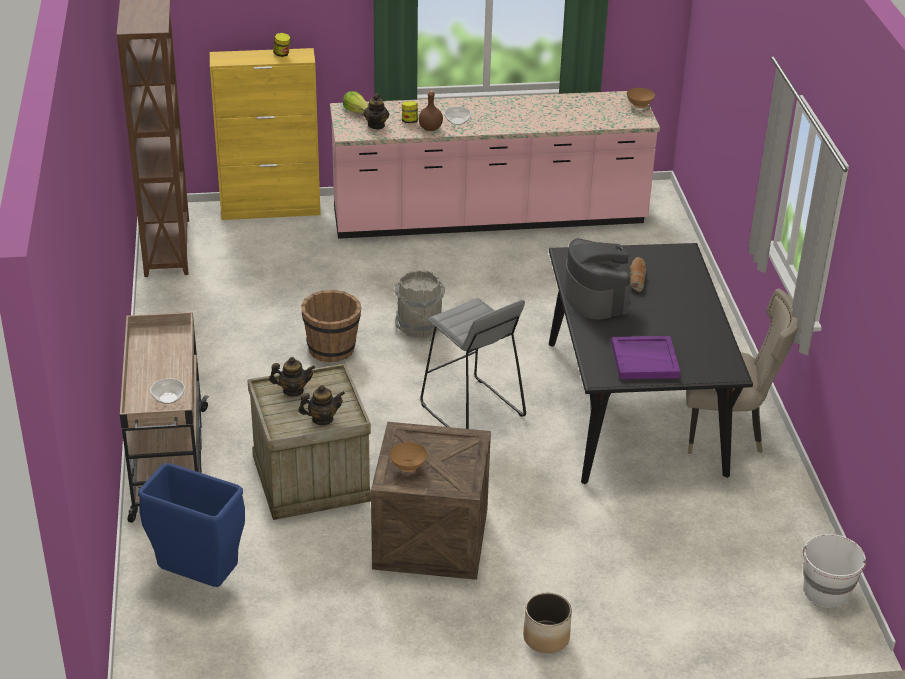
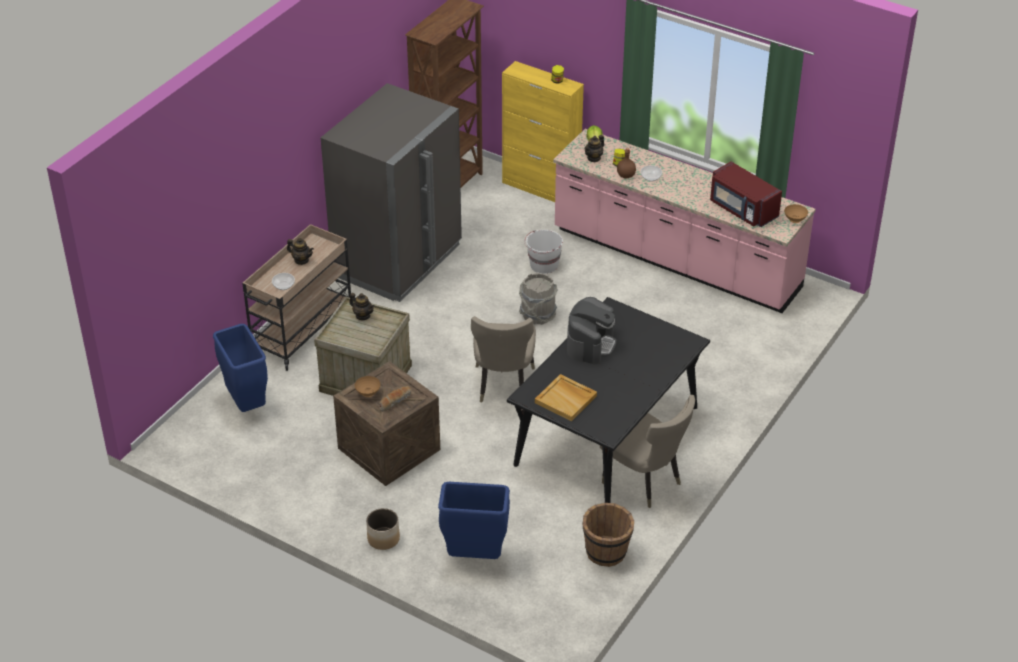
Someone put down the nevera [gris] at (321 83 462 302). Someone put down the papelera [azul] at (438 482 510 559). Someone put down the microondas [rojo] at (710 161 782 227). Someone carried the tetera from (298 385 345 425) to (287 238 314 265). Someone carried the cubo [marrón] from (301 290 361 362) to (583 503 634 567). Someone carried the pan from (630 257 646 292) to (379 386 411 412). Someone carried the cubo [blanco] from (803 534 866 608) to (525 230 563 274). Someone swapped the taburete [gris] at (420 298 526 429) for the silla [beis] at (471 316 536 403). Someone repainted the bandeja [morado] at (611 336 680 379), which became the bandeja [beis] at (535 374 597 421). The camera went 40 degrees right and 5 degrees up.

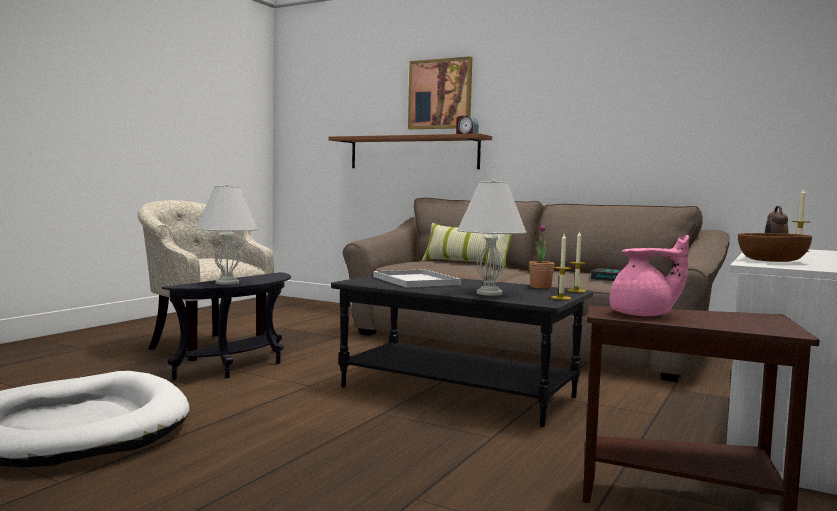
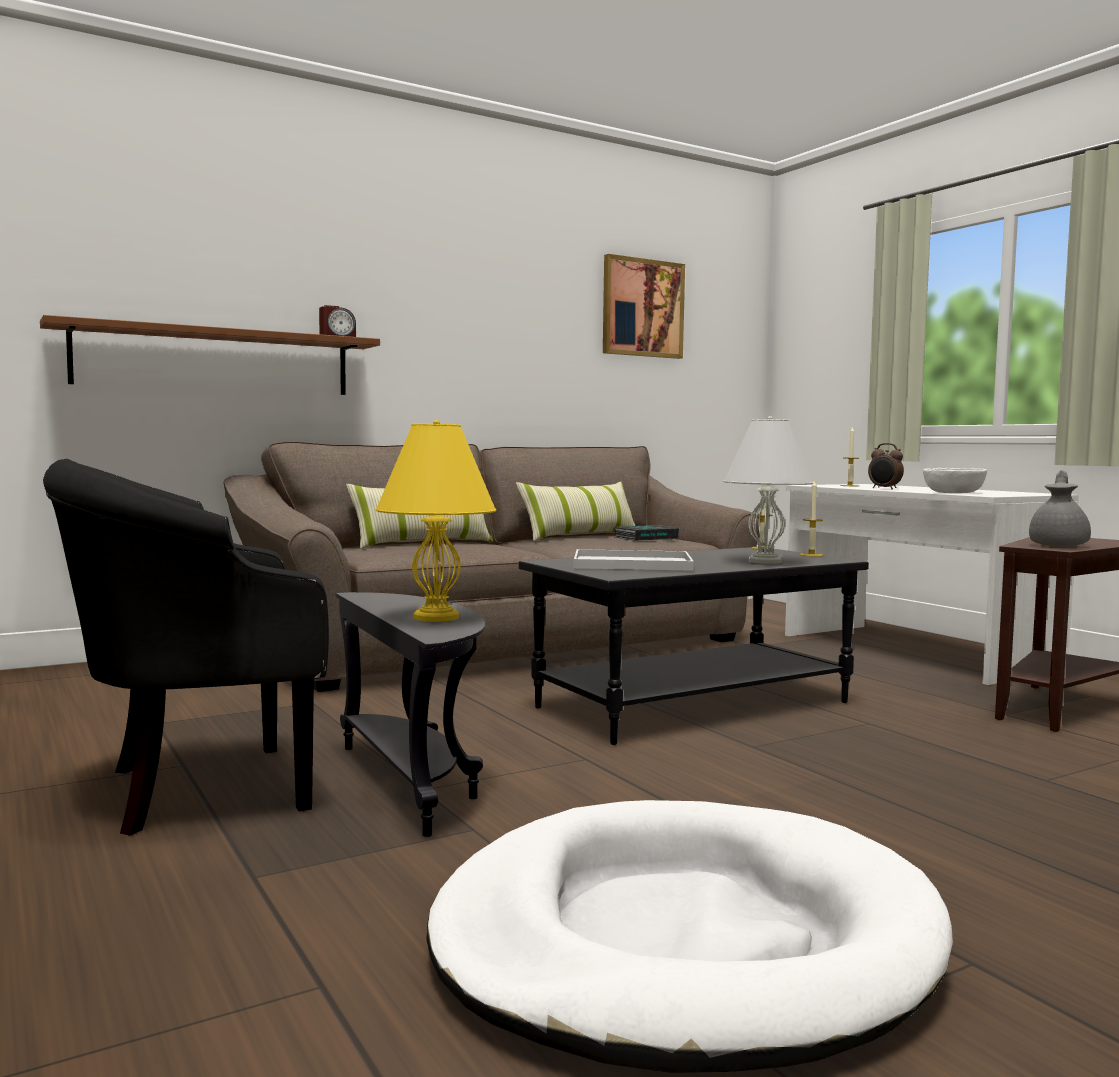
Someone took away the planta en maceta at (529 224 555 289). Someone put down the cojín at (516 481 635 541). Someone carried the cuadro from (408 56 472 129) to (603 254 685 359). Someone repainted the sillón [beis] at (138 200 274 361), which became the sillón [negro] at (43 459 329 836). Someone repainted the lámpara de mesa [blanco] at (195 184 258 285), which became the lámpara de mesa [amarillo] at (376 420 497 622). Someone repainted the tetera [rosa] at (609 235 689 316), which became the tetera [gris] at (1029 470 1091 546). Someone repainted the cuenco [marrón] at (738 233 812 262), which became the cuenco [blanco] at (923 468 987 493). The camera went 60 degrees left and 0 degrees up.

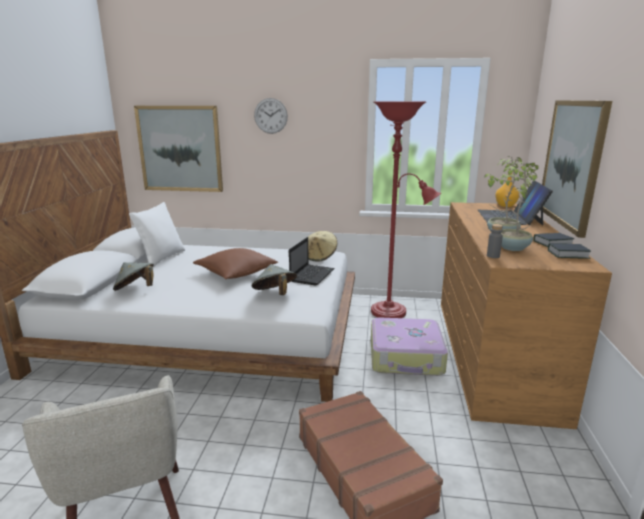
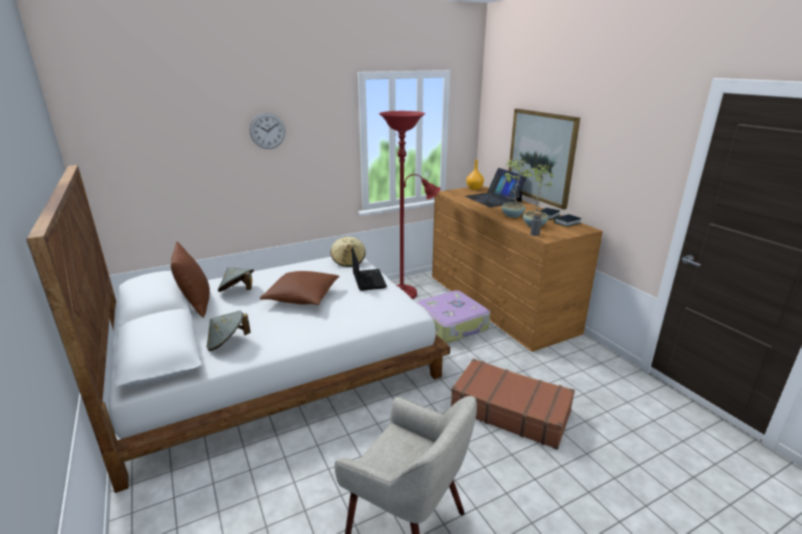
Someone took away the cuadro at (134 106 223 192). Someone carried the sombrero [gris] from (252 264 297 295) to (218 267 254 292). Someone repainted the cojín [blanco] at (129 202 185 268), which became the cojín [marrón] at (171 242 210 318). The camera went 35 degrees left and 5 degrees up.

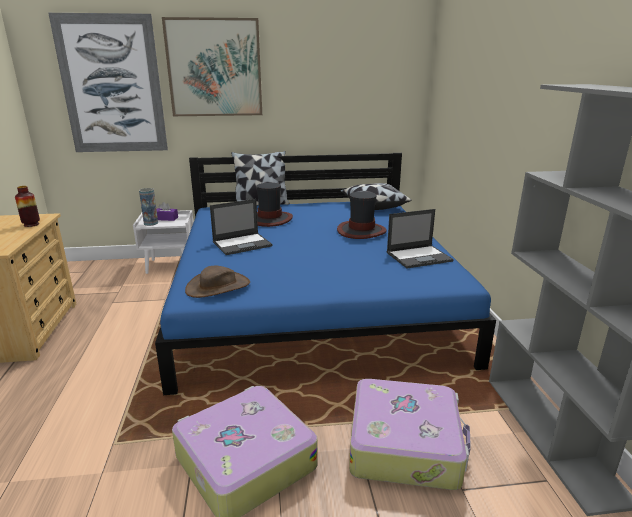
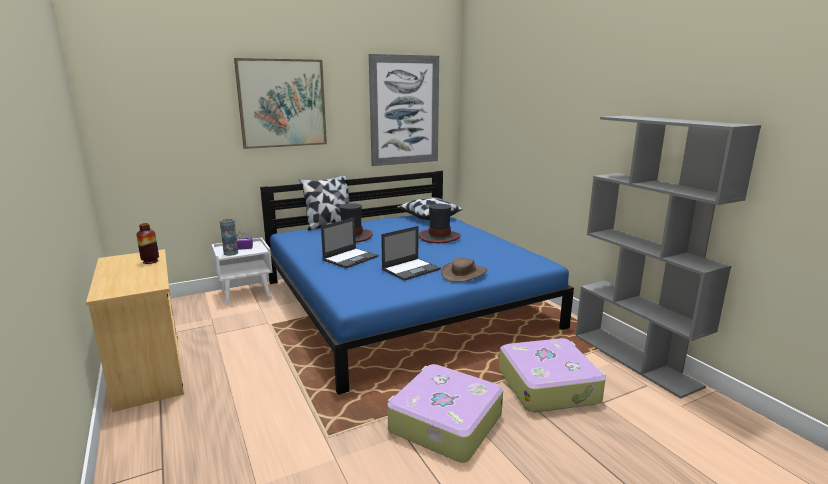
Someone carried the cuadro from (48 13 168 152) to (369 54 439 166). Someone carried the sombrero [marrón] from (185 266 250 298) to (441 257 487 282). Someone carried the portátil from (387 209 454 268) to (381 226 441 281). The camera went 20 degrees left and 5 degrees down.

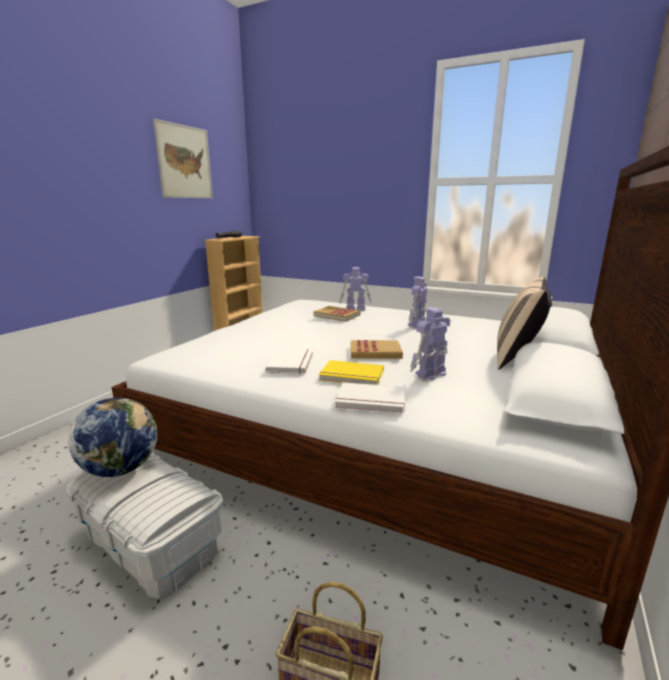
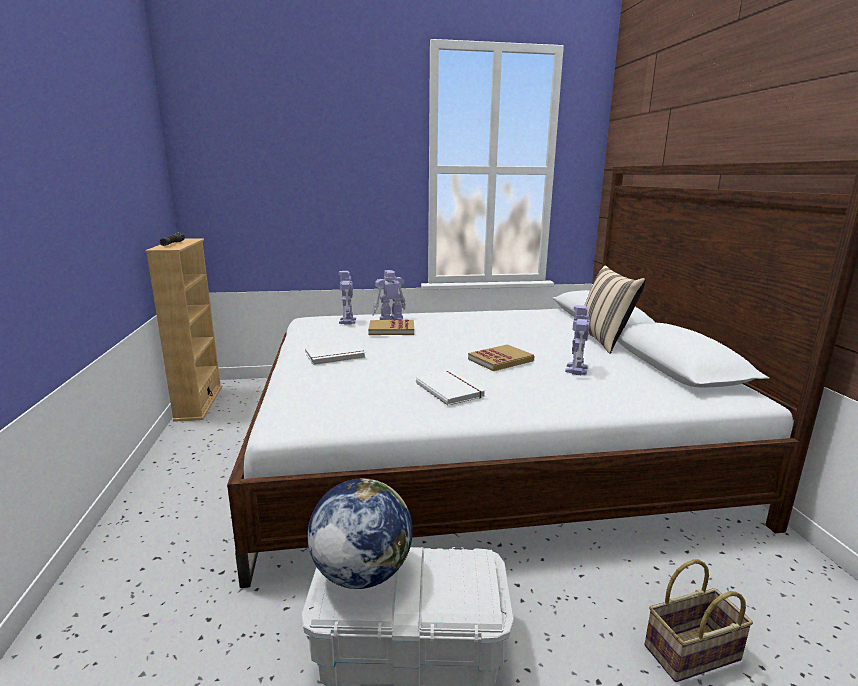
Someone took away the cuadro at (153 119 213 199). Someone took away the libro [amarillo] at (319 360 384 385). Someone carried the libro [blanco] from (335 382 405 414) to (305 342 366 365). Someone carried the robot de juguete from (408 277 427 328) to (339 271 356 325). The camera went 35 degrees left and 0 degrees up.

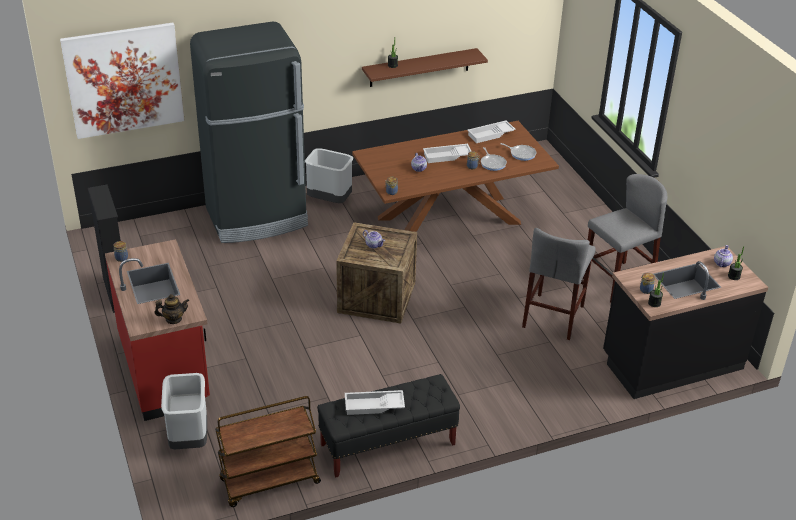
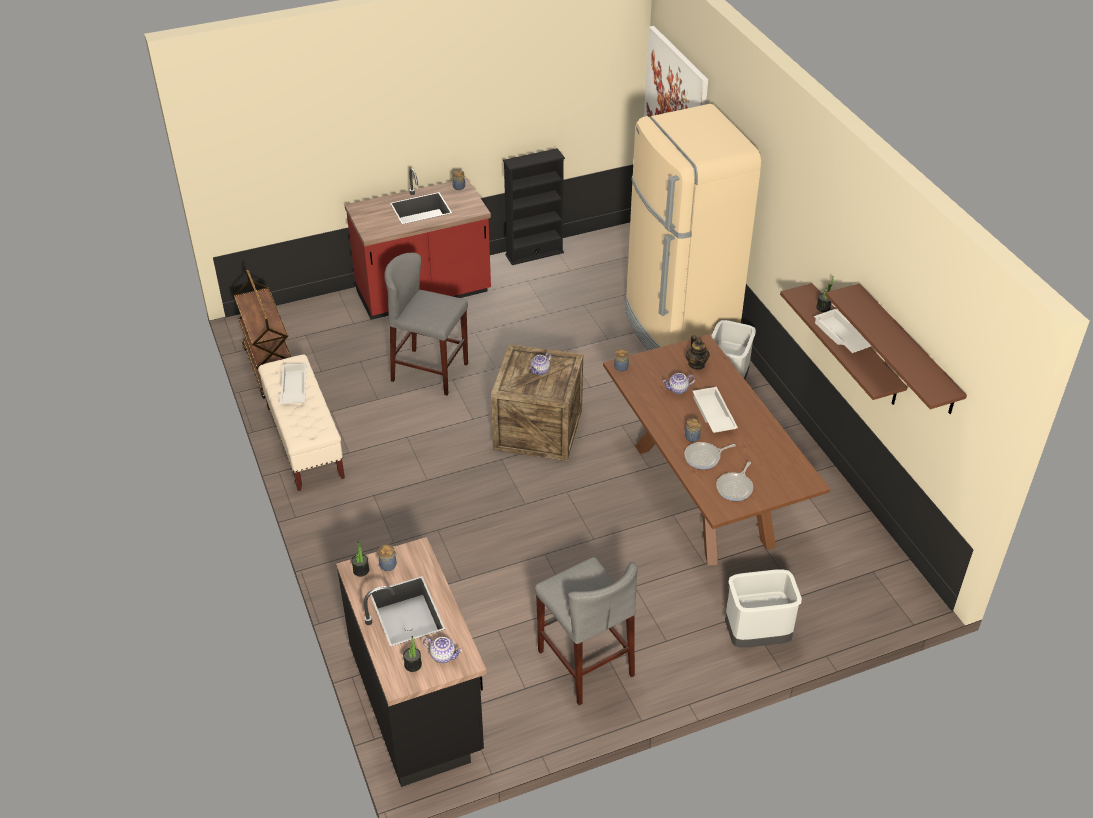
Someone put up the estante [marrón] at (825 283 967 414). Someone carried the tetera from (154 294 189 324) to (686 335 710 370). Someone carried the papelera [gris] from (161 373 207 449) to (725 569 802 648). Someone carried the bandeja [blanco] from (468 120 516 143) to (814 309 871 353). Someone carried the taburete [gris] from (522 228 596 340) to (384 253 468 395). Someone repainted the nevera [negro] at (190 22 308 243), which became the nevera [beis] at (625 104 761 350). Someone repainted the banco [negro] at (317 374 460 478), which became the banco [beis] at (258 355 345 491). The camera went 90 degrees right and 5 degrees up.

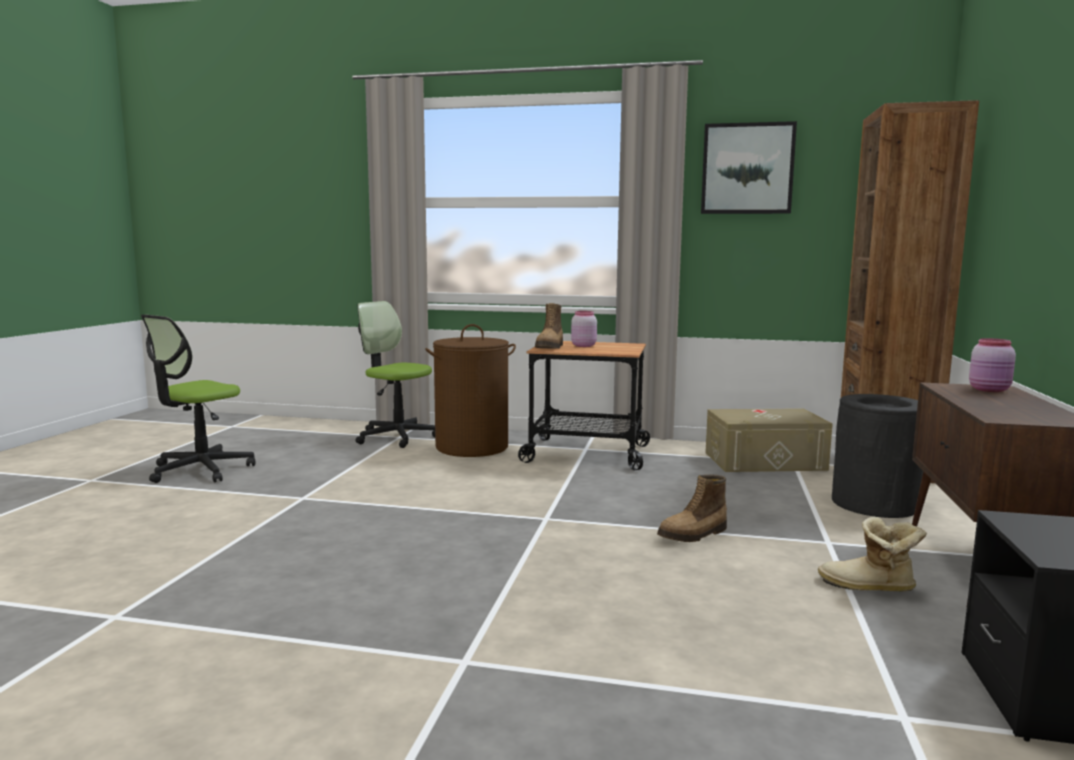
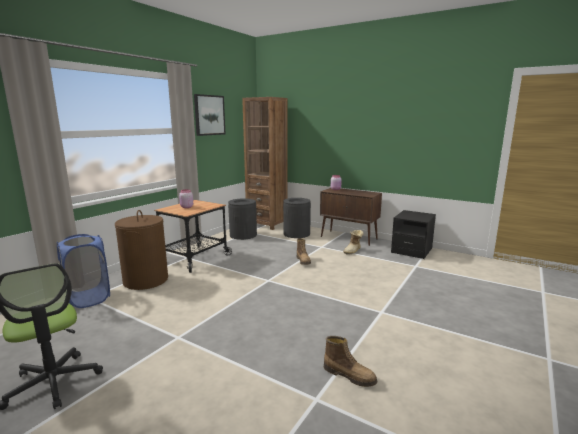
Someone carried the bota from (535 303 563 349) to (324 336 377 387). Someone swapped the silla de oficina at (355 301 435 448) for the cesto de la ropa [azul] at (57 234 110 308). Someone swapped the caja de almacenaje [beis] at (705 408 833 472) for the papelera [negro] at (228 198 257 240). The camera went 70 degrees left and 5 degrees up.

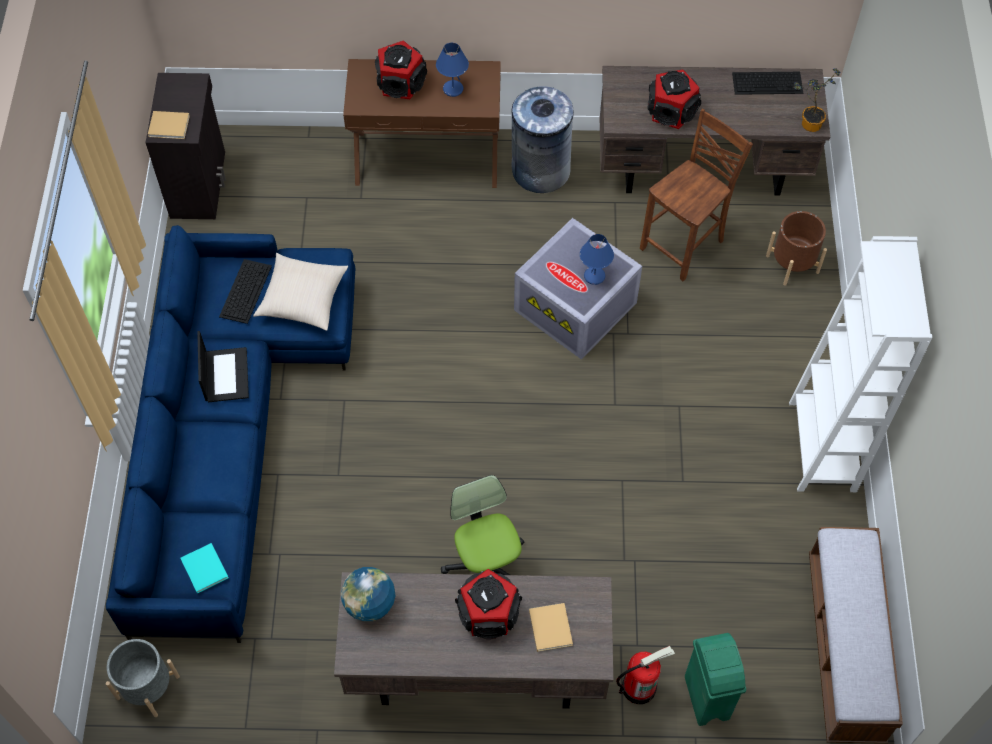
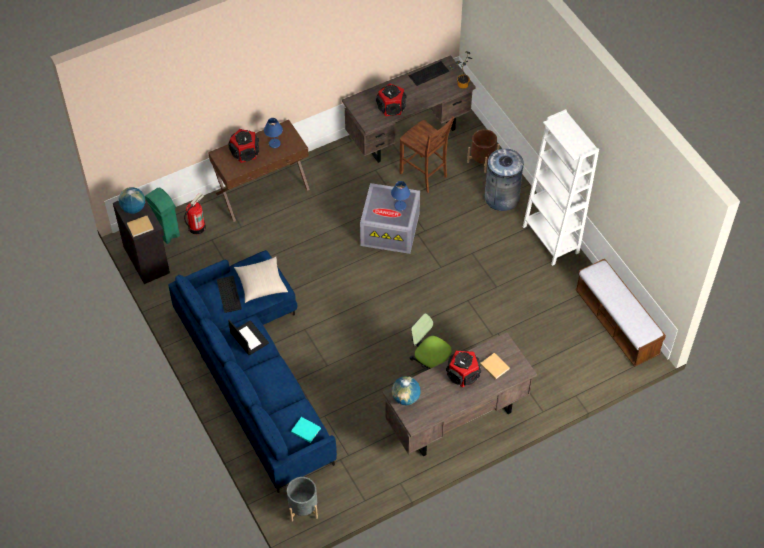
Someone put down the globo terráqueo at (119 187 145 214). Someone carried the papelera [gris] from (512 86 574 193) to (485 149 524 211). Someone carried the extintor from (616 646 675 704) to (184 193 206 234). Someone carried the papelera [verde] from (685 633 746 726) to (145 188 180 244). Someone rotated the silla [marrón] at (640 109 753 281) by 120 degrees clockwise. The camera went 30 degrees left and 5 degrees down.

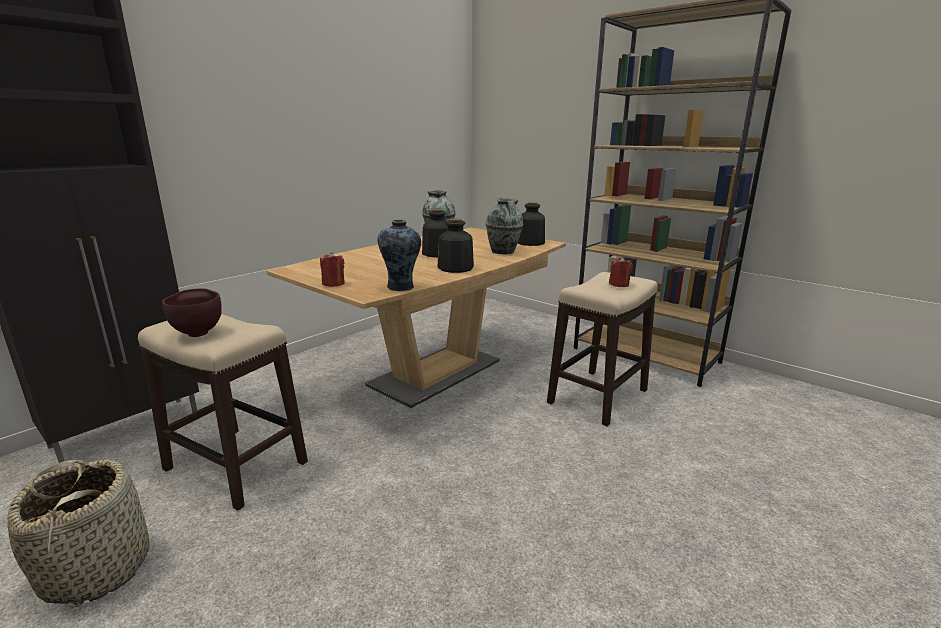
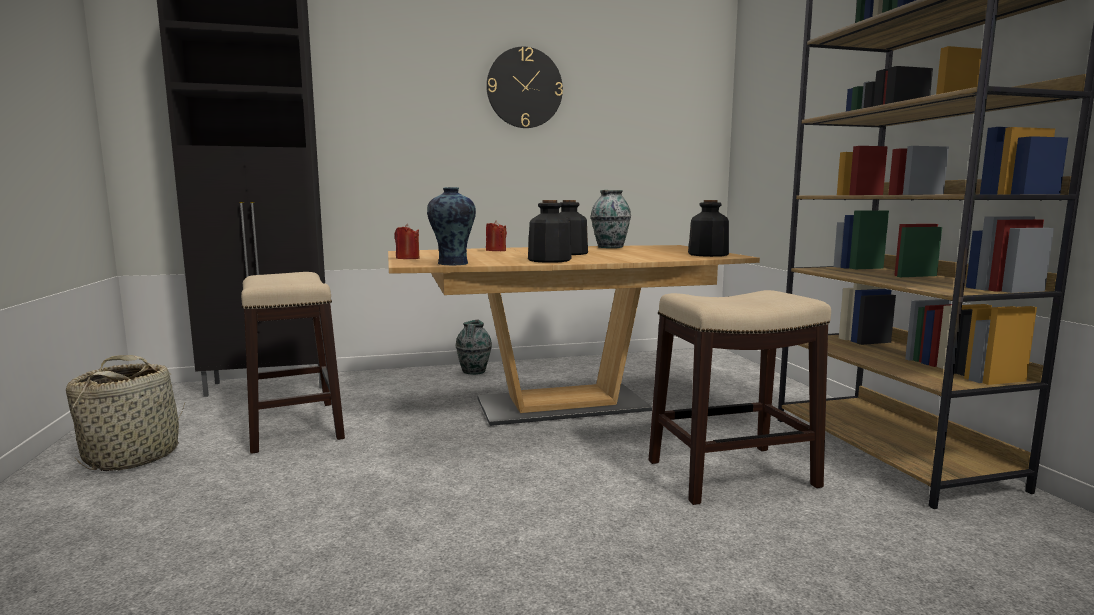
Someone took away the cuenco [marrón] at (162 288 222 337). Someone put up the reloj de pared at (486 47 563 128). Someone carried the florero from (485 198 523 254) to (455 320 492 375). Someone carried the vela [rojo] from (609 257 633 287) to (486 220 507 251). The camera went 35 degrees right and 10 degrees down.

